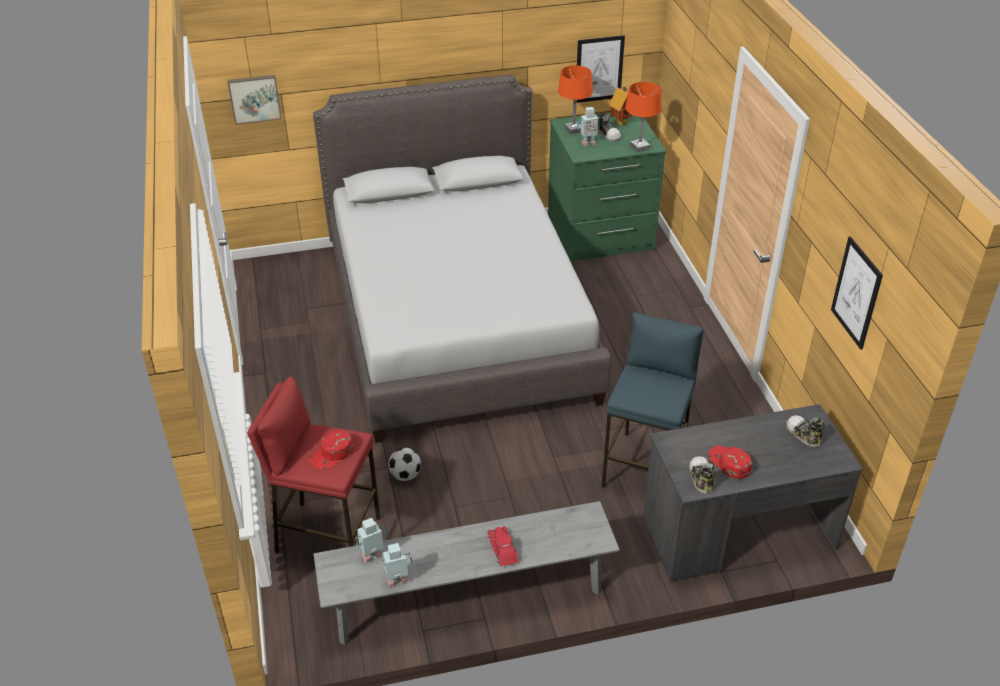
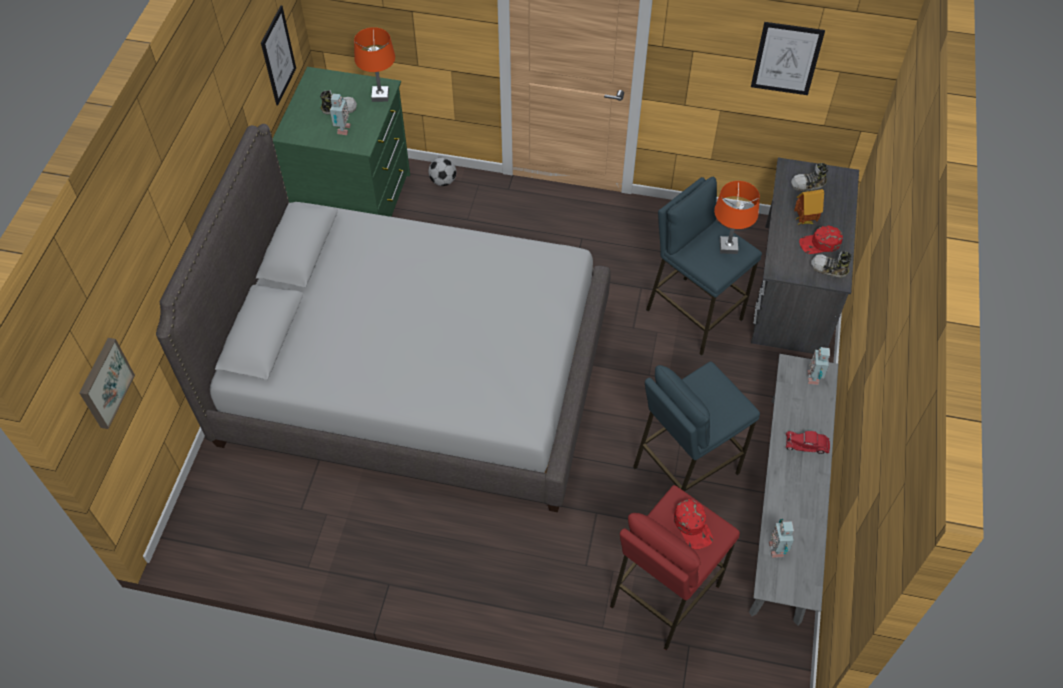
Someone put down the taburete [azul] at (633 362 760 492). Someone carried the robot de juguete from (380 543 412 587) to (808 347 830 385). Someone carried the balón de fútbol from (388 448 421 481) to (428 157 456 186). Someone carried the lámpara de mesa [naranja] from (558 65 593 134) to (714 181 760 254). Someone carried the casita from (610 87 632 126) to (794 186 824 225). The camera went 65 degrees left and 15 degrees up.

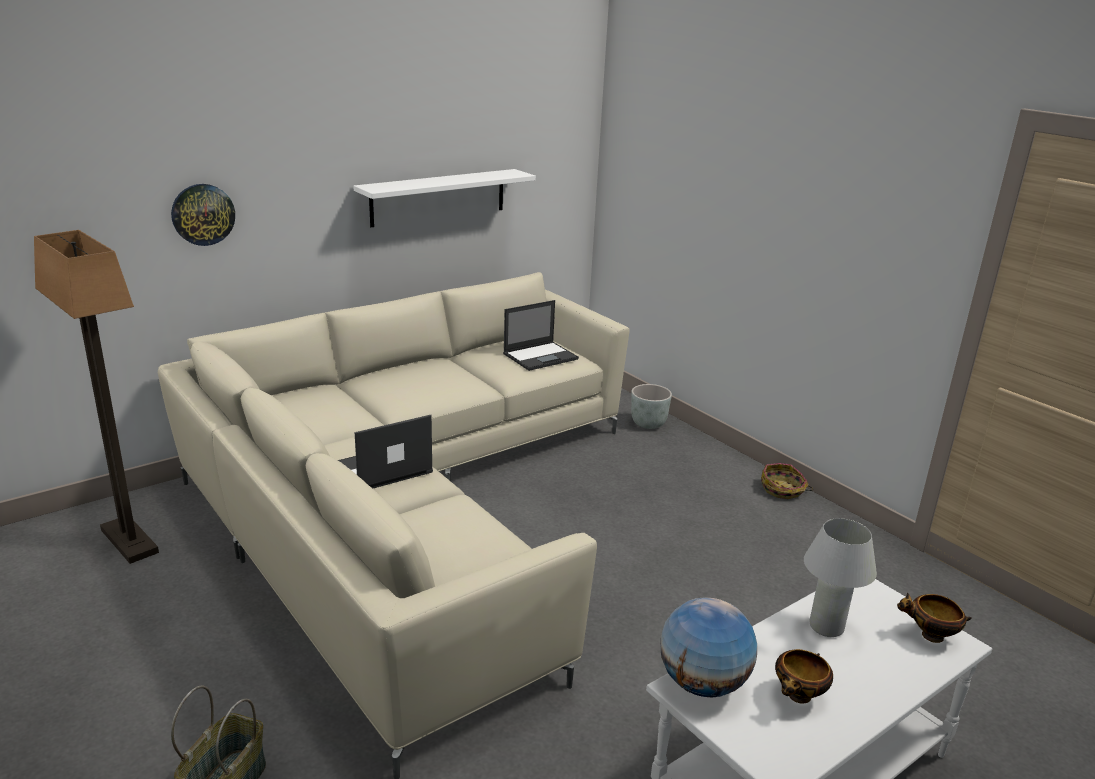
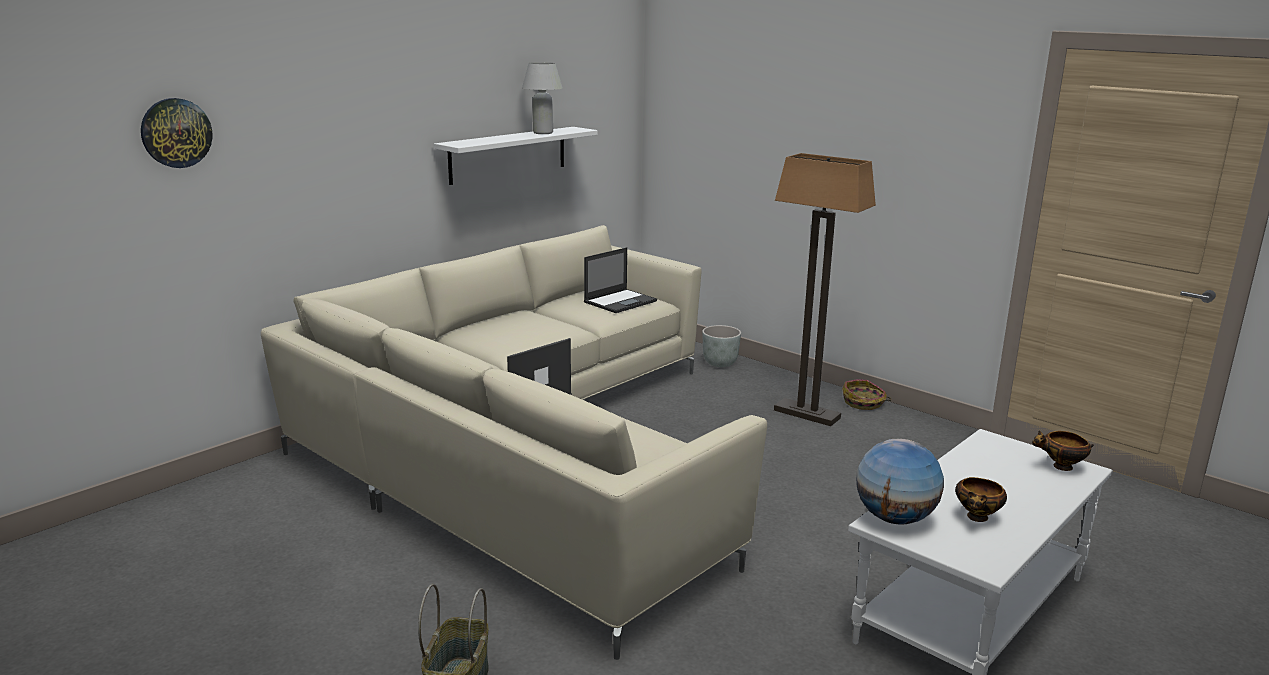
Someone carried the lámpara de pie from (34 230 159 564) to (774 153 876 426). Someone carried the reloj de pared from (171 184 235 246) to (141 98 213 168). Someone carried the lámpara de mesa [blanco] from (804 518 877 637) to (522 62 563 134). The camera went 10 degrees left and 5 degrees down.

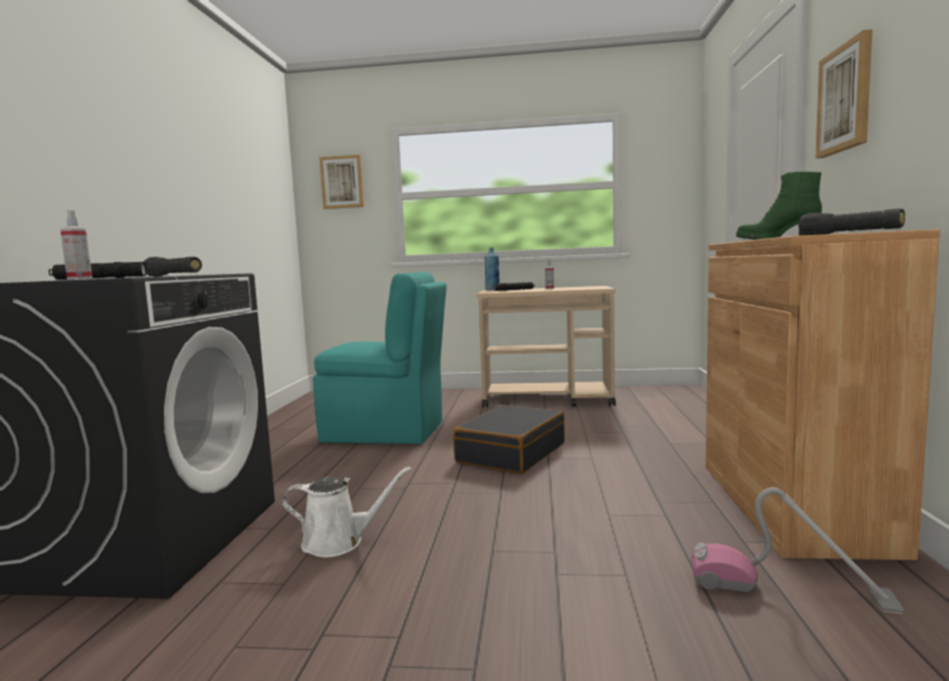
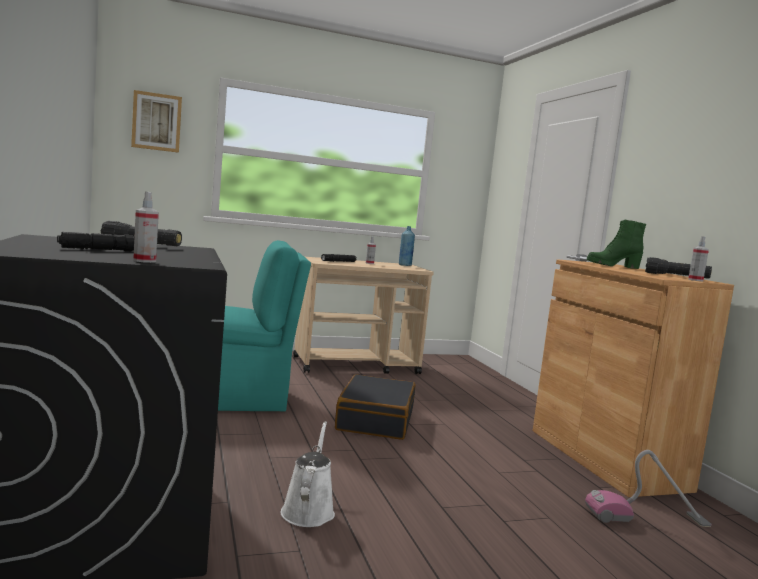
Someone took away the cuadro at (815 29 872 159). Someone put down the pulverizador at (688 236 709 281). Someone carried the botella [azul] from (485 248 500 290) to (399 226 415 266). Someone rotated the regadera [blanco] at (282 466 411 557) by 60 degrees counterclockwise. The camera went 25 degrees left and 0 degrees up.

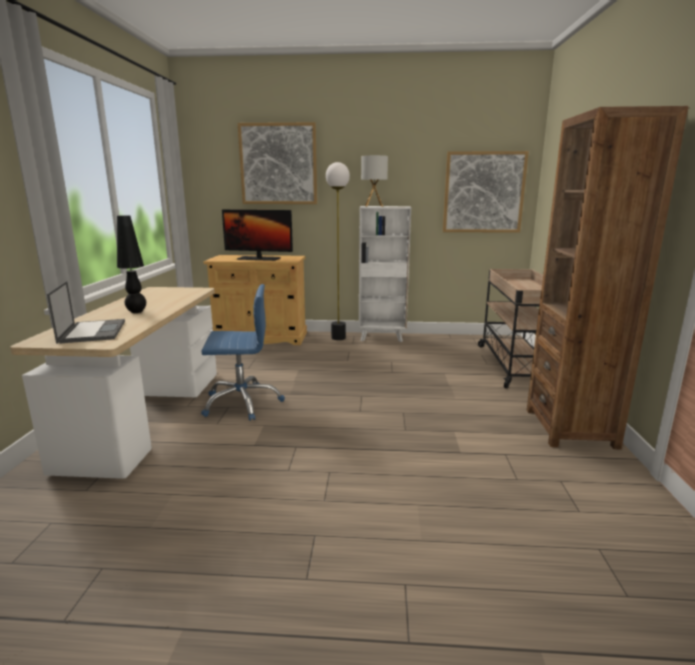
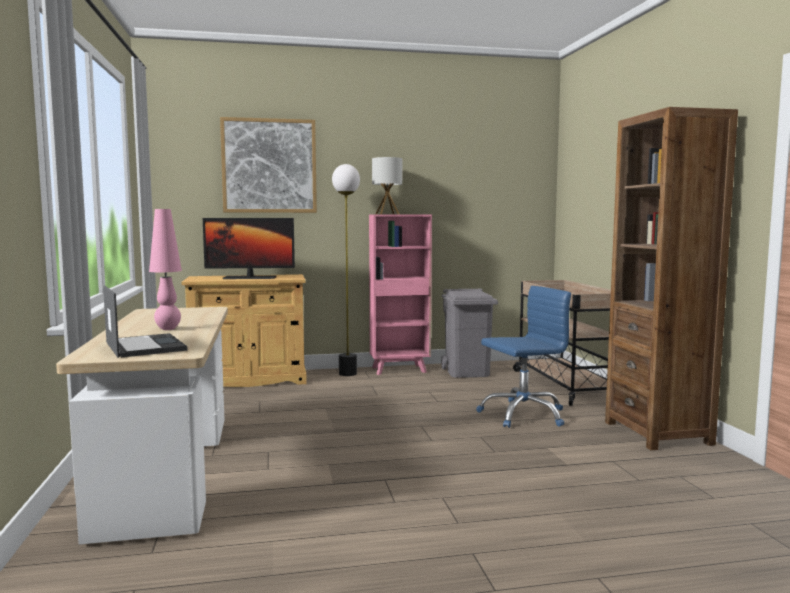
Someone took away the cuadro at (443 151 529 233). Someone put down the papelera [gris] at (441 288 498 378). Someone carried the silla de oficina [azul] from (201 284 285 421) to (476 286 571 428). Someone repainted the lámpara de mesa [negro] at (117 215 146 313), which became the lámpara de mesa [rosa] at (149 209 182 330). Someone repainted the estantería [blanco] at (359 206 411 342), which became the estantería [rosa] at (369 214 432 375). The camera went 15 degrees left and 10 degrees down.

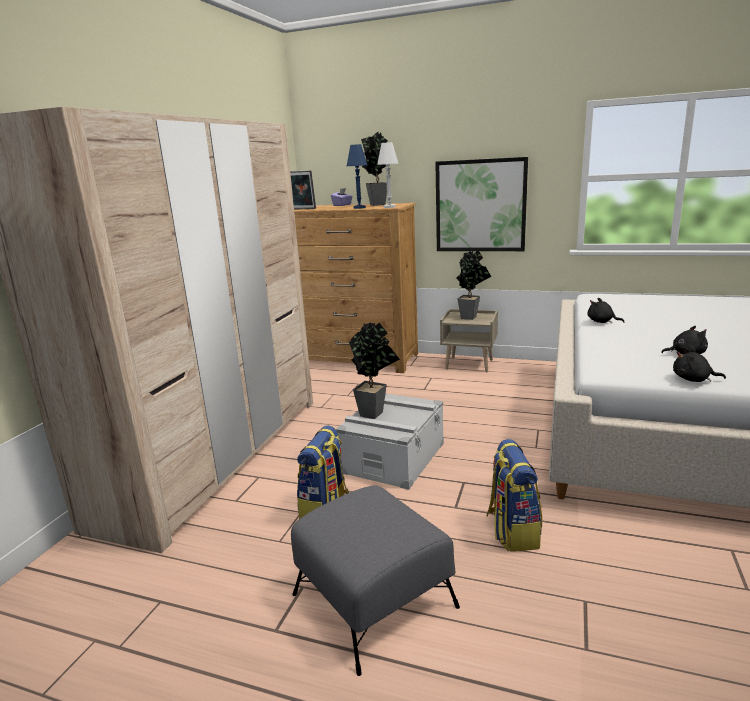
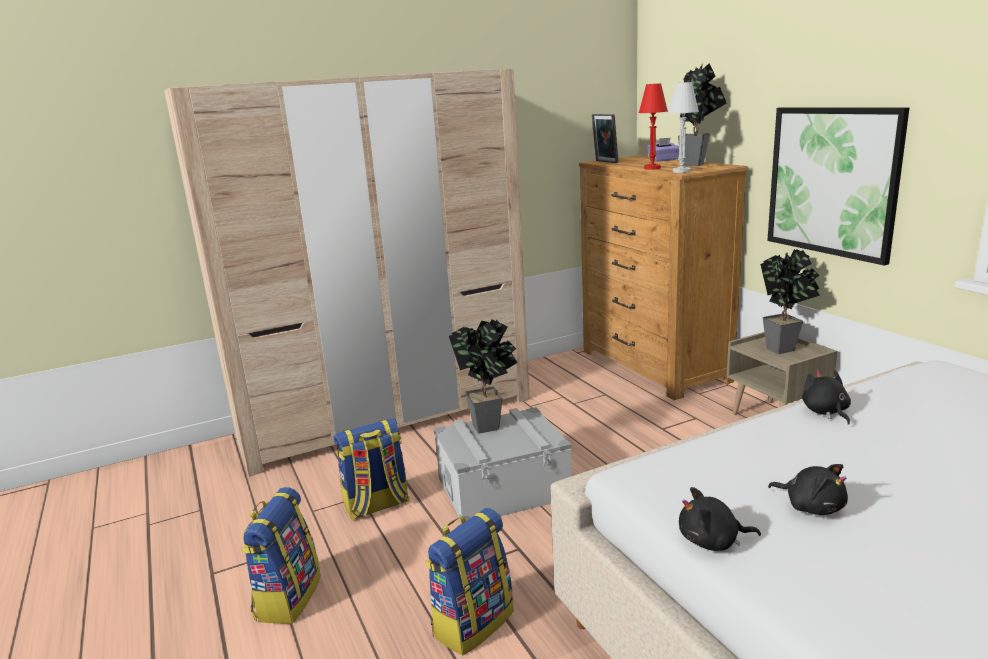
Someone swapped the puf [gris] at (291 485 460 676) for the mochila at (241 487 320 624). Someone repainted the lámpara de mesa [azul] at (346 144 368 209), which became the lámpara de mesa [rojo] at (639 83 668 170). Someone rotated the peluche [negro] at (673 347 726 382) by 60 degrees counterclockwise. The camera went 45 degrees right and 0 degrees up.

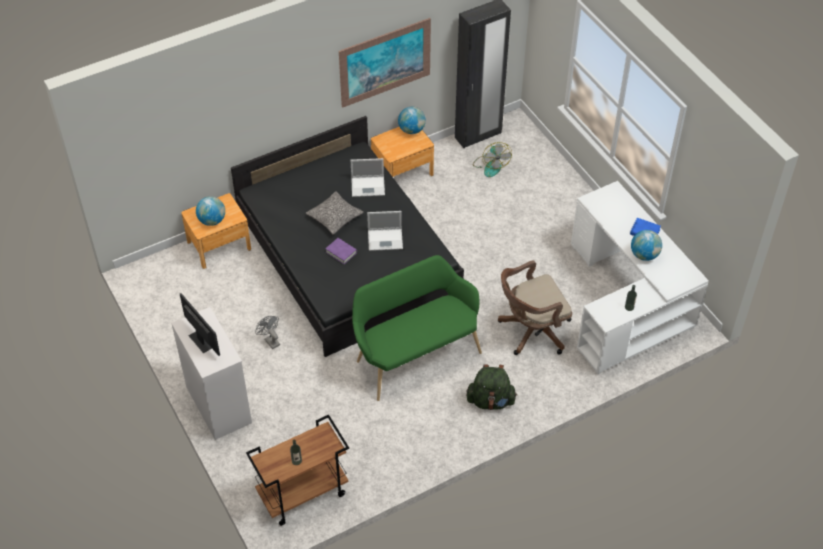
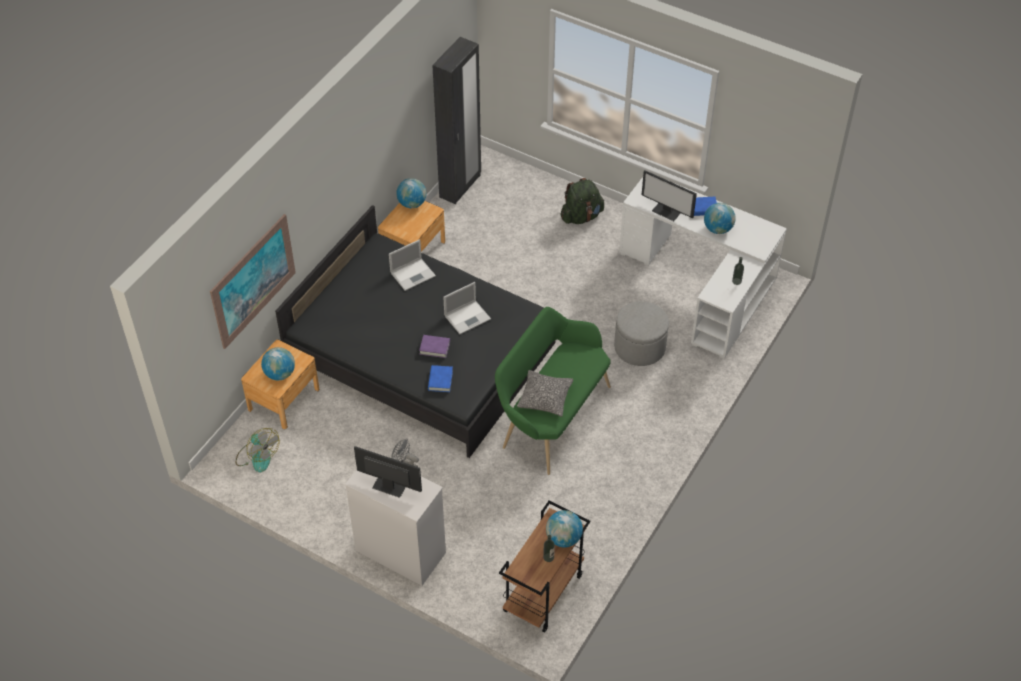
Someone put down the libro [azul] at (428 365 453 392). Someone put down the globo terráqueo at (546 510 583 547). Someone put down the monitor at (641 170 697 221). Someone carried the cojín from (306 191 364 235) to (517 370 573 417). Someone carried the cuadro from (339 18 431 108) to (210 214 296 349). Someone carried the mochila [verde] from (466 364 517 410) to (560 178 604 224). Someone carried the ventilador from (473 142 512 177) to (236 428 279 472). Someone swapped the silla de oficina [marrón] at (498 260 572 355) for the puf [gris] at (614 301 669 366). The camera went 30 degrees left and 0 degrees up.

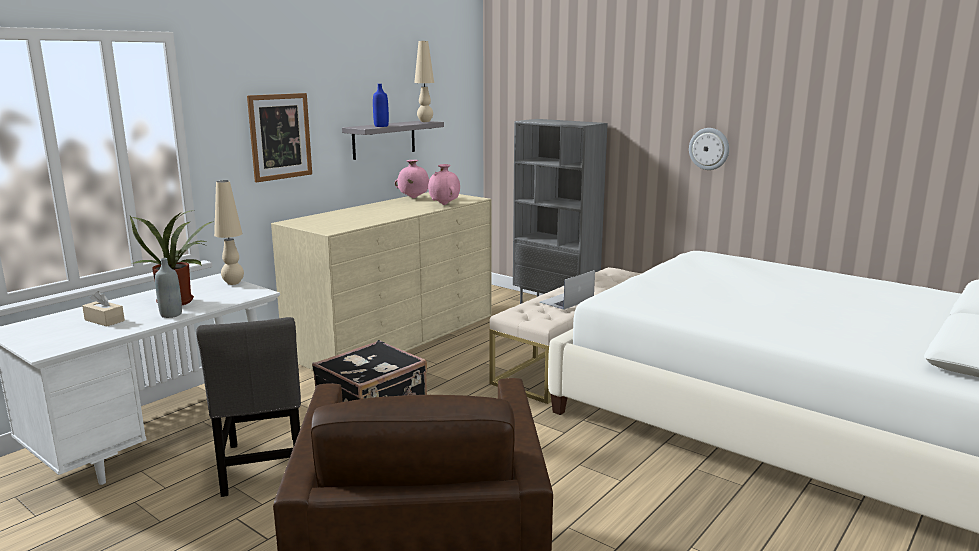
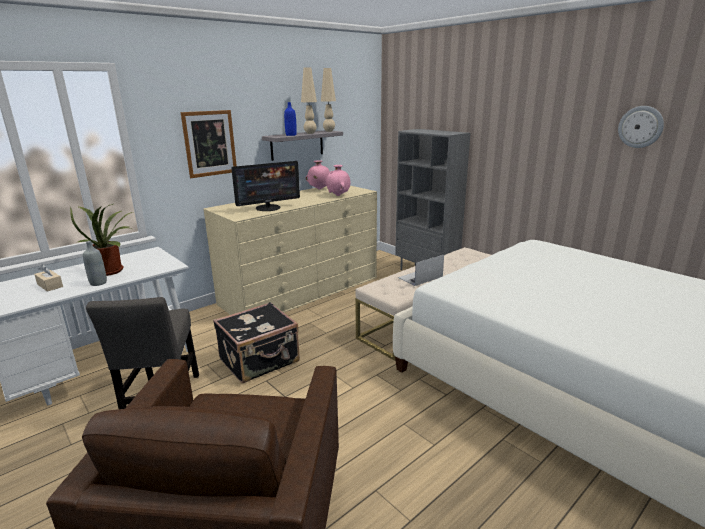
Someone put down the monitor at (231 161 300 211). Someone carried the lámpara de mesa [beis] from (214 180 244 285) to (301 67 317 134). Someone carried the reloj de pared from (689 128 729 170) to (618 106 664 148). The camera went 10 degrees right and 5 degrees up.

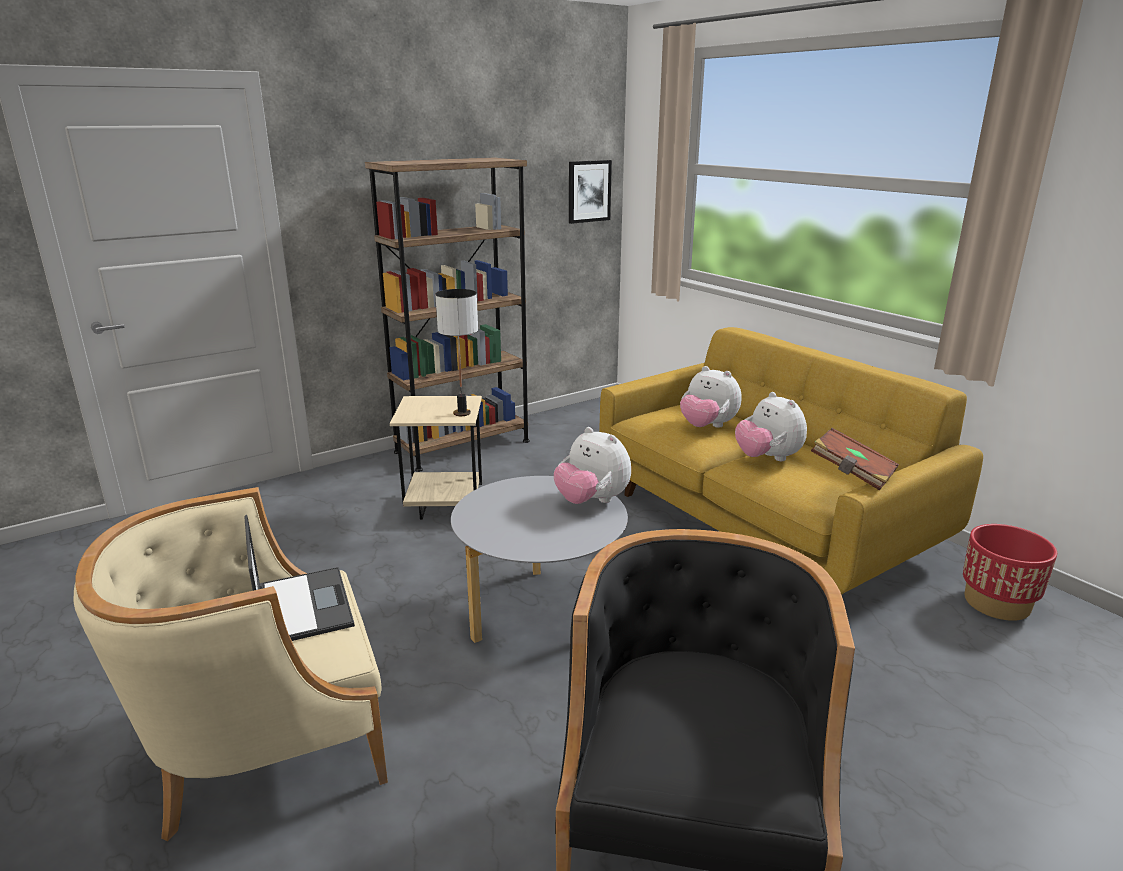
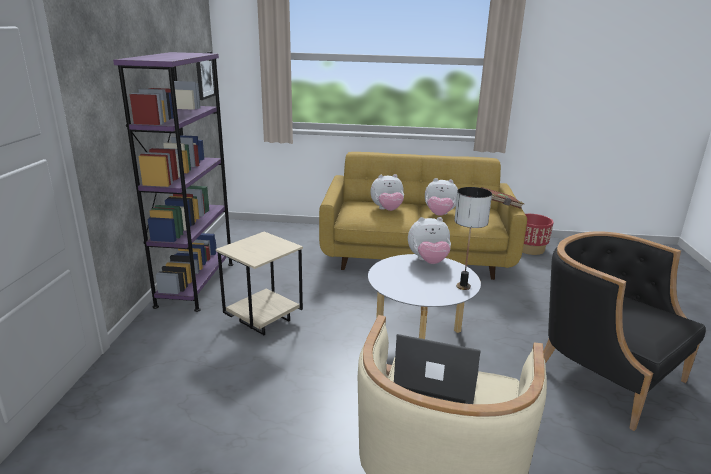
Someone carried the lámpara de mesa from (435 289 478 416) to (454 187 492 290). Someone repainted the estantería [marrón] at (365 158 530 472), which became the estantería [morado] at (113 52 233 312). The camera went 50 degrees left and 0 degrees up.

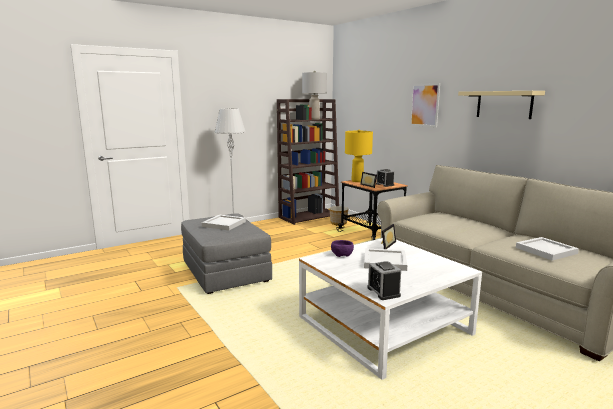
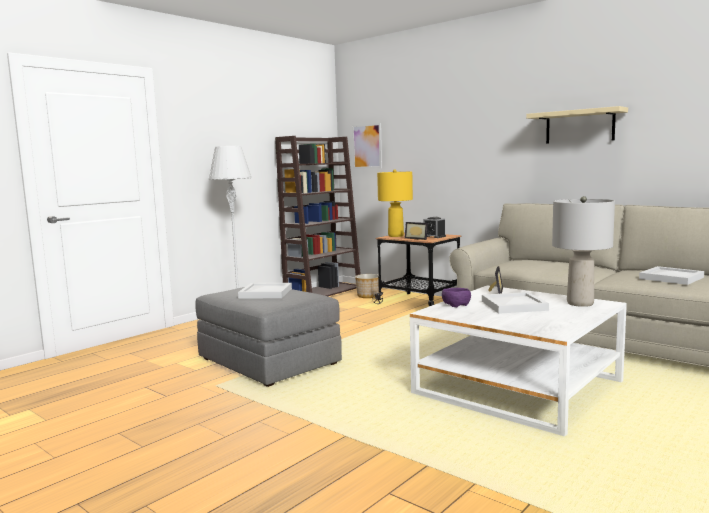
Someone took away the despertador at (368 261 401 300). Someone carried the lámpara de mesa [gris] from (302 71 327 120) to (552 196 615 307). Someone carried the cuadro from (410 83 440 127) to (352 123 382 169). The camera went 15 degrees left and 5 degrees down.

